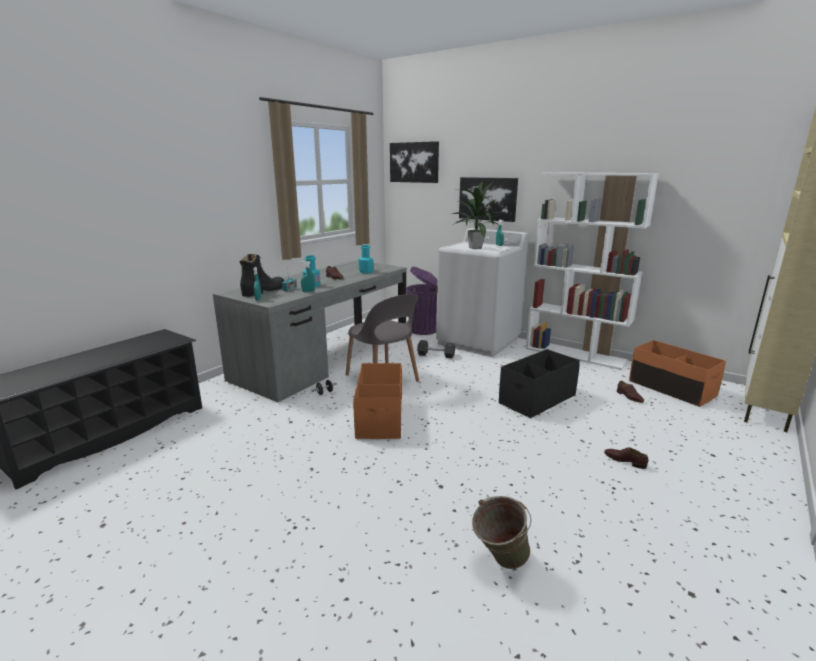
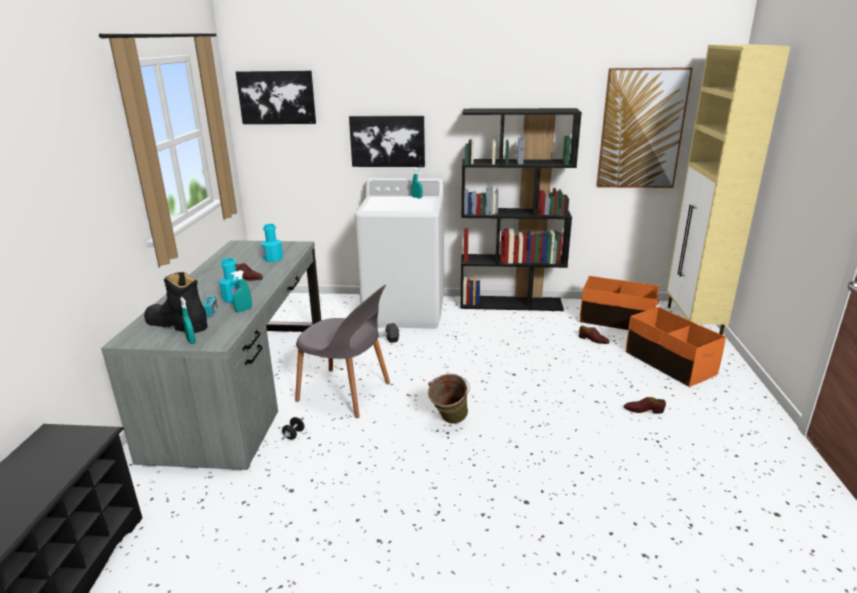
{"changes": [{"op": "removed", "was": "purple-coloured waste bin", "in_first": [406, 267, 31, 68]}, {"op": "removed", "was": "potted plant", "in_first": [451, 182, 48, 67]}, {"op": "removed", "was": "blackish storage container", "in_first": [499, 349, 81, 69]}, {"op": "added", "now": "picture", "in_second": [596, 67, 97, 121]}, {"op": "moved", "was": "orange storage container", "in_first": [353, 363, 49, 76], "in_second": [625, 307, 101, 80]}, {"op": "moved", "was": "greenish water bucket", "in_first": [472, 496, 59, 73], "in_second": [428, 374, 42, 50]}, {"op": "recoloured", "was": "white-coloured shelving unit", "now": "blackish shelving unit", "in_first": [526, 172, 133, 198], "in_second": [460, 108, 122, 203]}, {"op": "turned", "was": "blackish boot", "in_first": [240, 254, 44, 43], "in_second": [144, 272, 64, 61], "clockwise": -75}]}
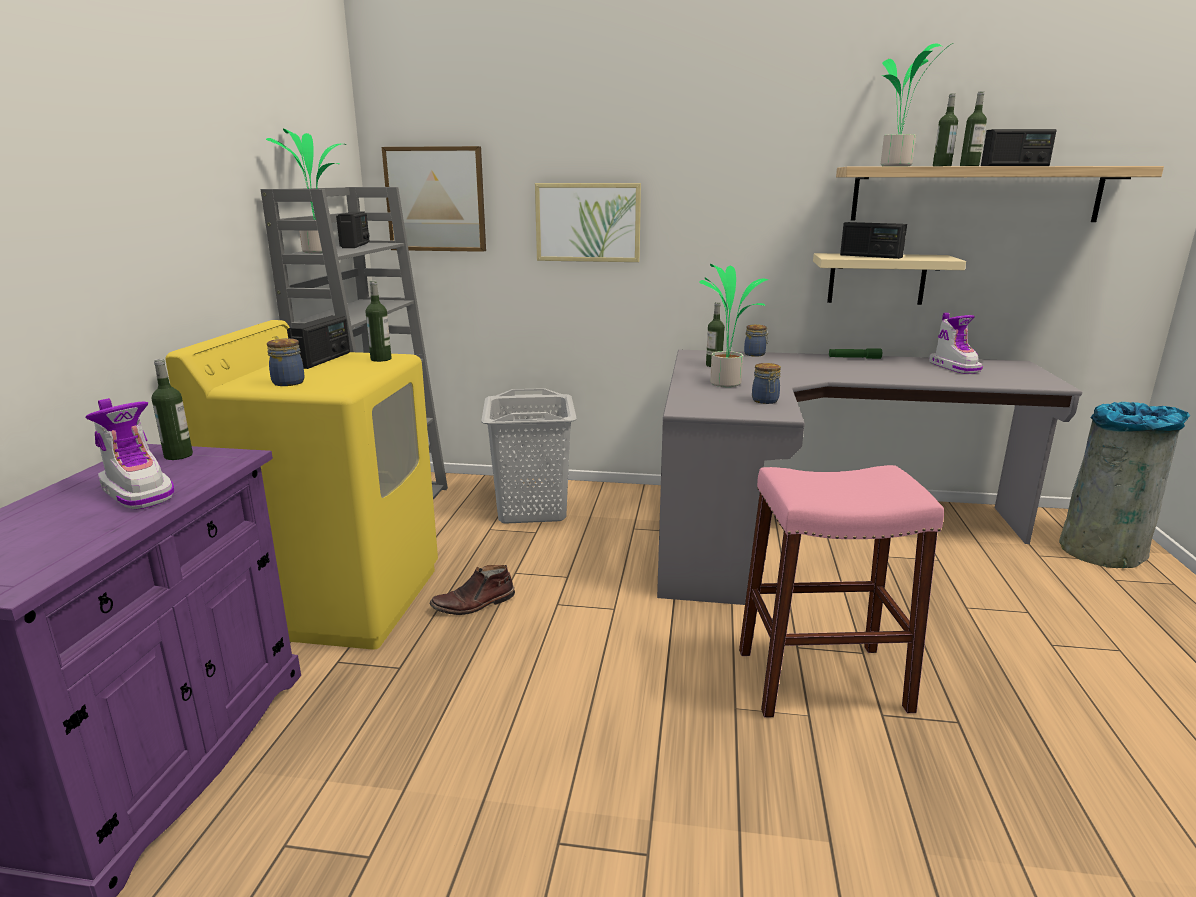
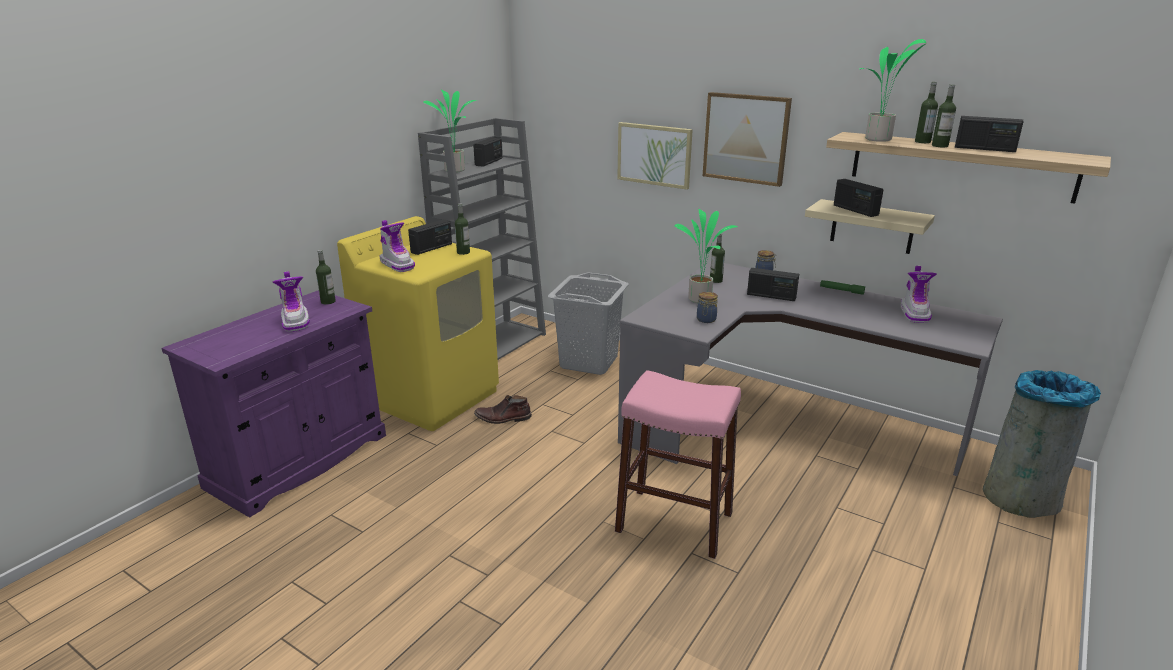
{"changes": [{"op": "added", "now": "radio receiver", "in_second": [747, 268, 52, 33]}, {"op": "moved", "was": "picture", "in_first": [382, 146, 104, 106], "in_second": [703, 92, 89, 95]}, {"op": "replaced", "was": "storage jar", "now": "boot", "in_first": [267, 338, 38, 48], "in_second": [379, 220, 36, 52]}]}
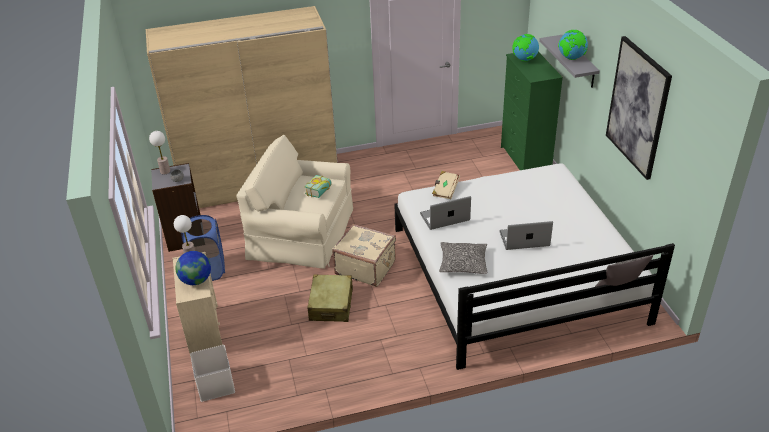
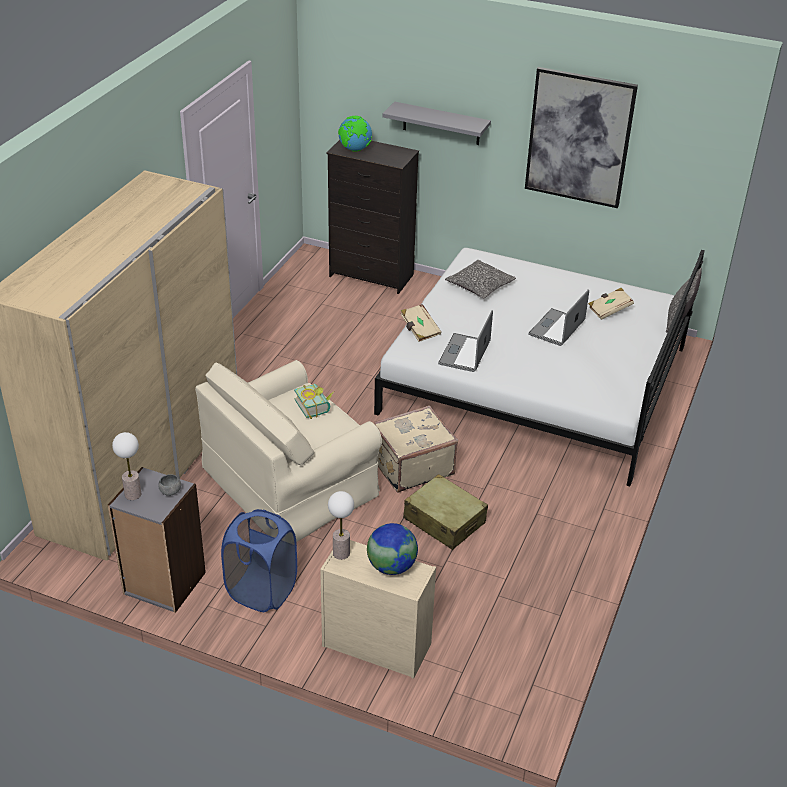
{"changes": [{"op": "removed", "was": "white-coloured storage container", "in_first": [190, 345, 45, 57]}, {"op": "removed", "was": "desk globe", "in_first": [558, 30, 30, 30]}, {"op": "added", "now": "sand-coloured bound book", "in_second": [588, 288, 46, 32]}, {"op": "moved", "was": "pillow", "in_first": [439, 242, 48, 32], "in_second": [445, 260, 71, 38]}, {"op": "recoloured", "was": "greenish dresser", "now": "blackish dresser", "in_first": [501, 52, 62, 118], "in_second": [326, 140, 93, 154]}]}
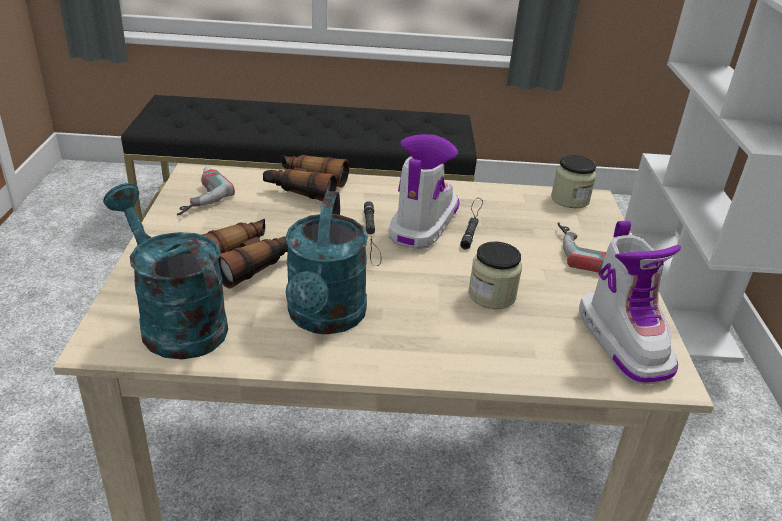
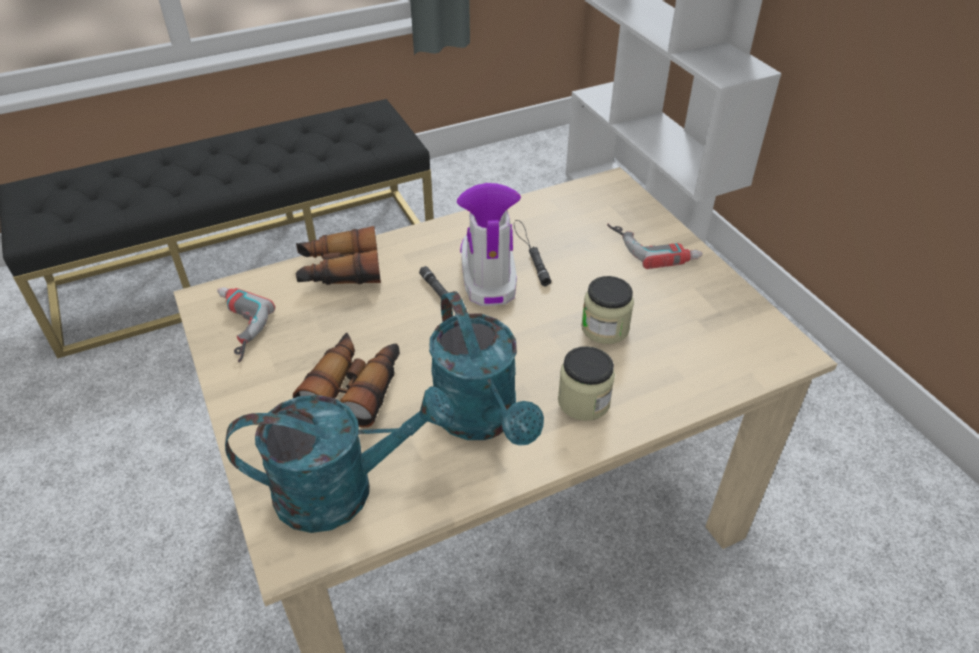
{"changes": [{"op": "removed", "was": "boot", "in_first": [579, 220, 102, 165]}, {"op": "moved", "was": "storage jar", "in_first": [551, 155, 45, 53], "in_second": [558, 346, 57, 75]}, {"op": "turned", "was": "turquoise watering pot", "in_first": [103, 183, 125, 177], "in_second": [225, 386, 229, 147], "clockwise": 150}]}
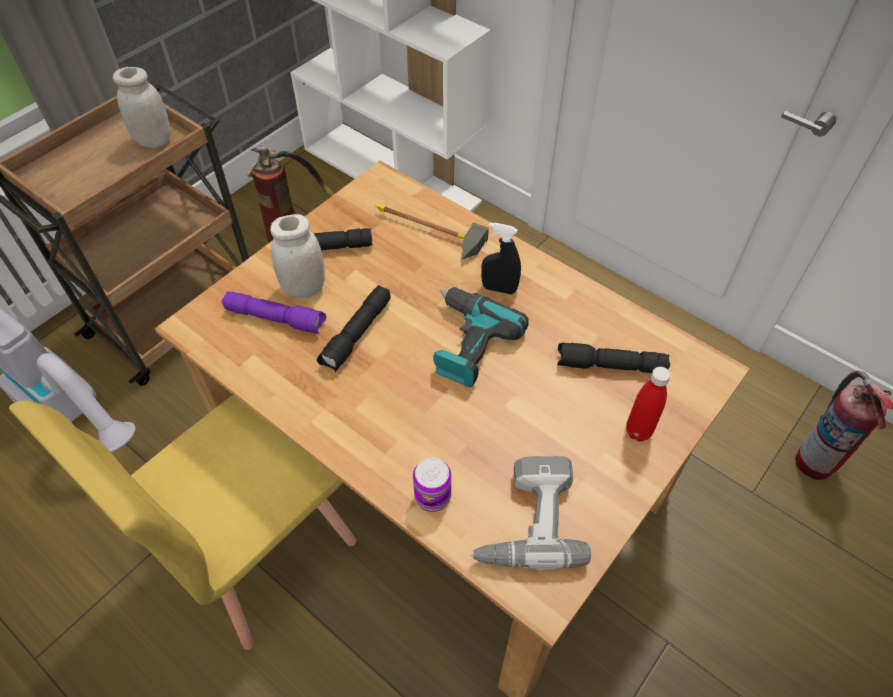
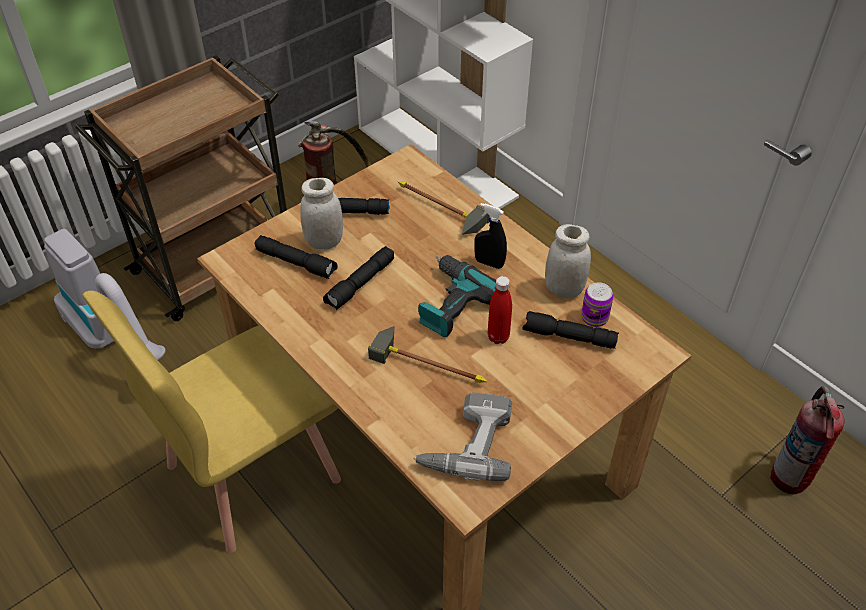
{"changes": [{"op": "added", "now": "hammer", "in_second": [368, 326, 120, 57]}, {"op": "moved", "was": "white-coloured storage jar", "in_first": [113, 67, 57, 81], "in_second": [545, 224, 46, 74]}, {"op": "moved", "was": "sealed can", "in_first": [413, 458, 38, 54], "in_second": [581, 282, 33, 45]}, {"op": "moved", "was": "red-coloured beverage bottle", "in_first": [626, 367, 45, 74], "in_second": [488, 276, 24, 68]}, {"op": "recoloured", "was": "purple-coloured torch", "now": "blackish torch", "in_first": [222, 291, 104, 43], "in_second": [255, 235, 83, 44]}]}
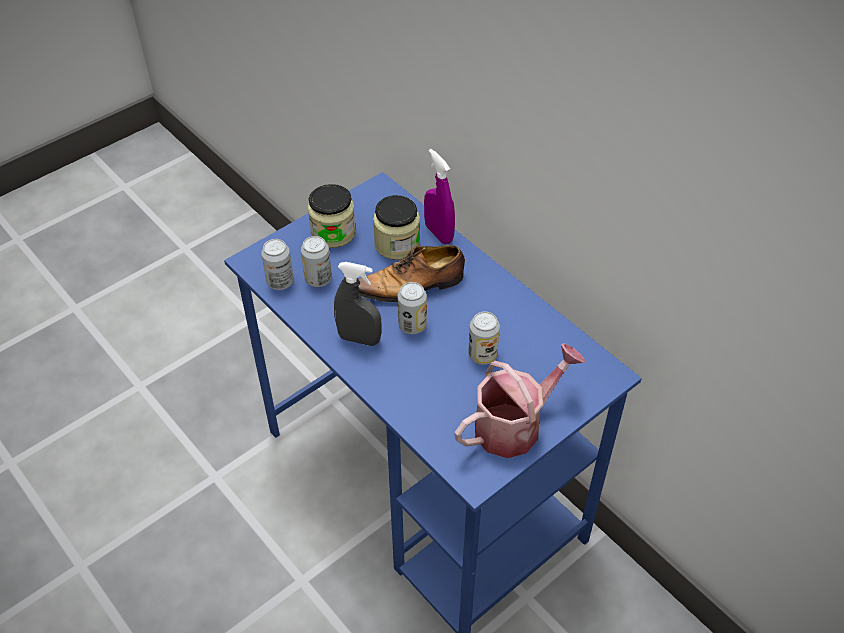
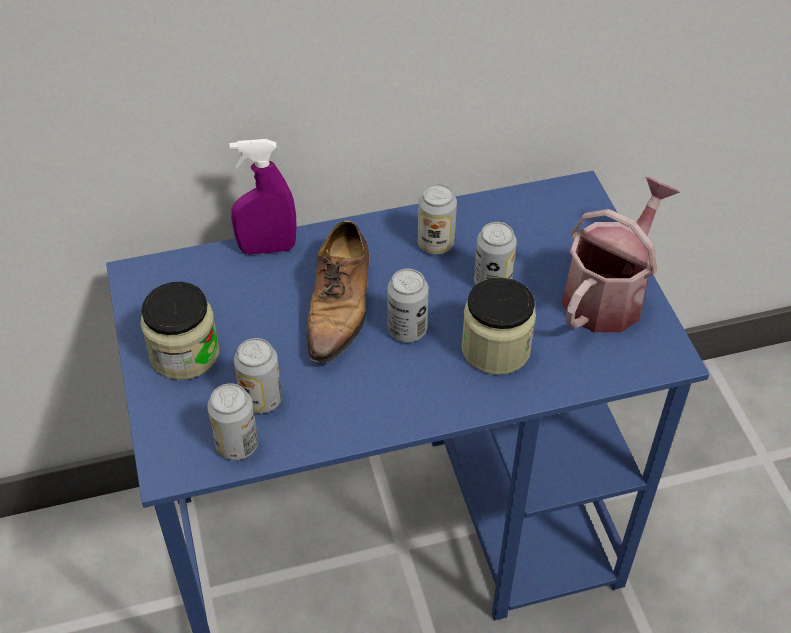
{"changes": [{"op": "removed", "was": "grey spray bottle", "in_first": [334, 262, 47, 84]}, {"op": "added", "now": "sealed can", "in_second": [418, 184, 39, 71]}, {"op": "moved", "was": "storage jar", "in_first": [373, 195, 47, 65], "in_second": [461, 277, 75, 98]}, {"op": "turned", "was": "watering pot", "in_first": [455, 343, 130, 115], "in_second": [561, 177, 119, 156], "clockwise": 45}]}
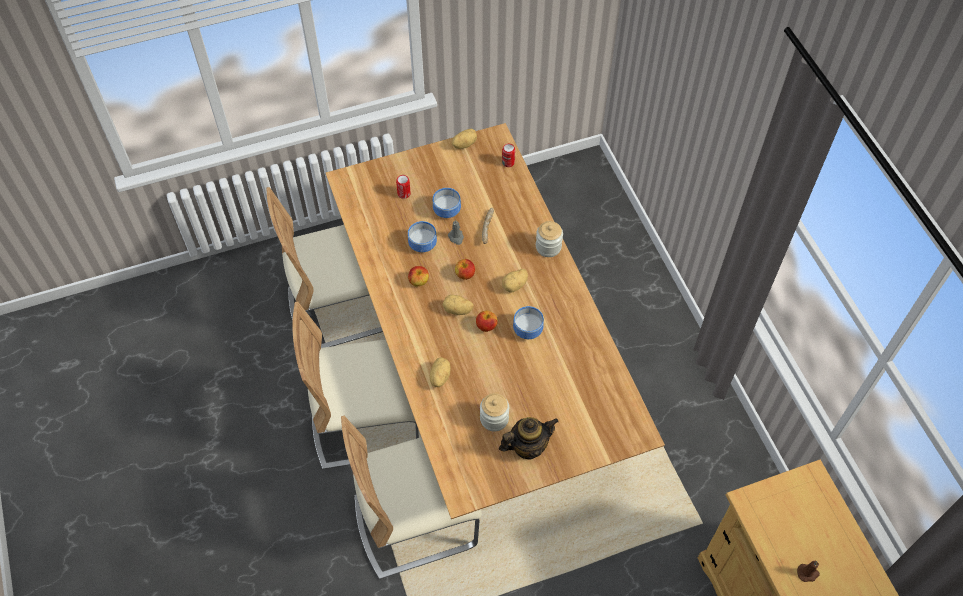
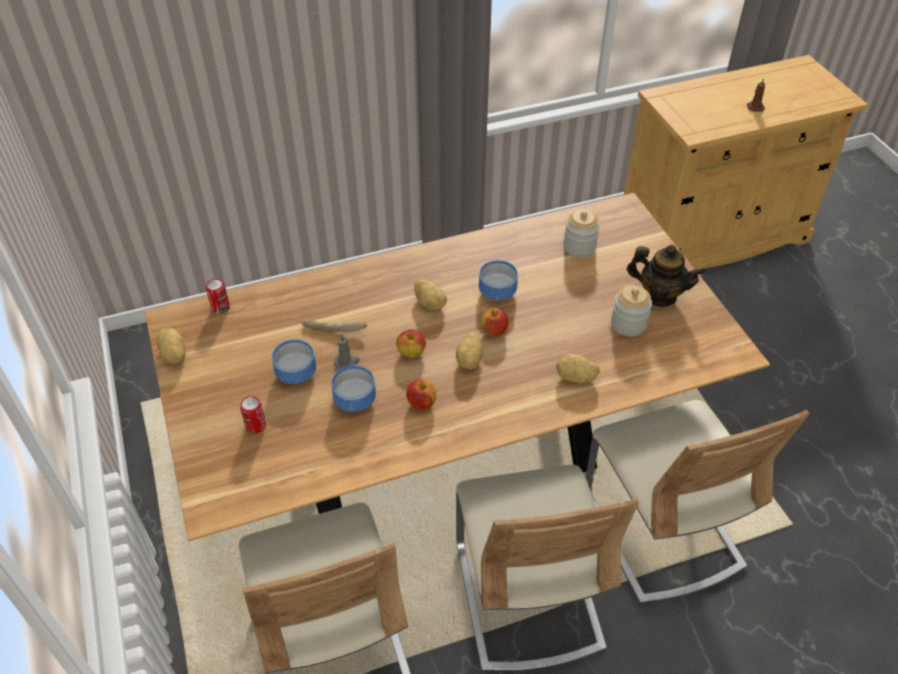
{"changes": [{"op": "moved", "was": "storage jar", "in_first": [536, 221, 27, 36], "in_second": [563, 210, 37, 47]}, {"op": "turned", "was": "tea pot", "in_first": [499, 417, 60, 43], "in_second": [627, 244, 78, 63], "clockwise": 135}]}
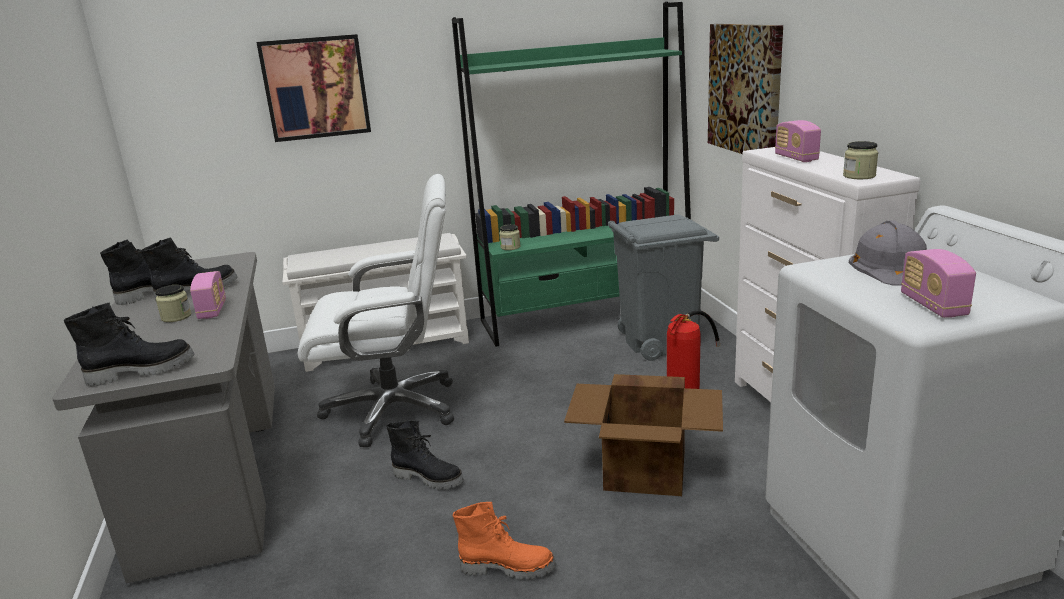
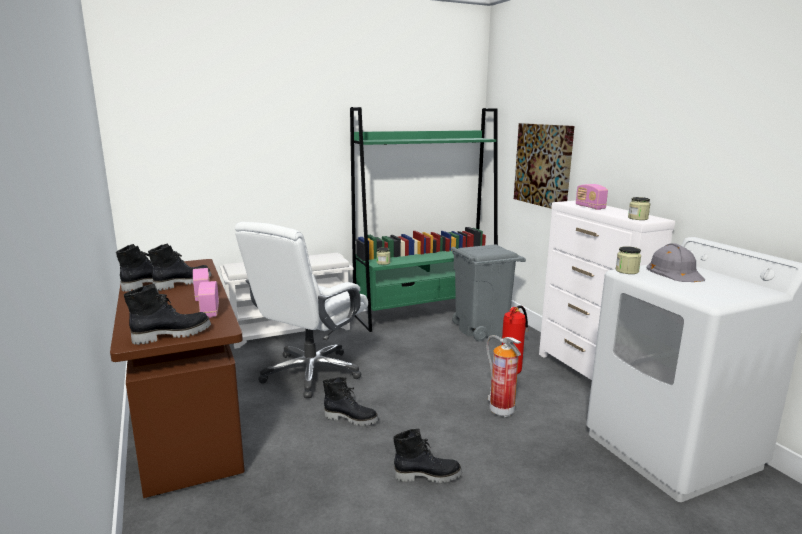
{"changes": [{"op": "removed", "was": "picture", "in_first": [256, 34, 115, 108]}, {"op": "moved", "was": "storage jar", "in_first": [155, 285, 36, 37], "in_second": [616, 246, 25, 28]}, {"op": "moved", "was": "radio receiver", "in_first": [901, 249, 75, 69], "in_second": [198, 281, 21, 37]}, {"op": "replaced", "was": "cardboard box", "now": "fire-fighting cylinder", "in_first": [564, 374, 159, 122], "in_second": [486, 335, 35, 82]}, {"op": "recoloured", "was": "grey desk", "now": "brown desk", "in_first": [52, 252, 223, 332], "in_second": [110, 259, 135, 239]}, {"op": "recoloured", "was": "orange boot", "now": "blackish boot", "in_first": [453, 502, 103, 78], "in_second": [394, 428, 68, 55]}, {"op": "turned", "was": "white-coloured desk chair", "in_first": [298, 174, 156, 273], "in_second": [235, 222, 133, 176], "clockwise": 135}]}
